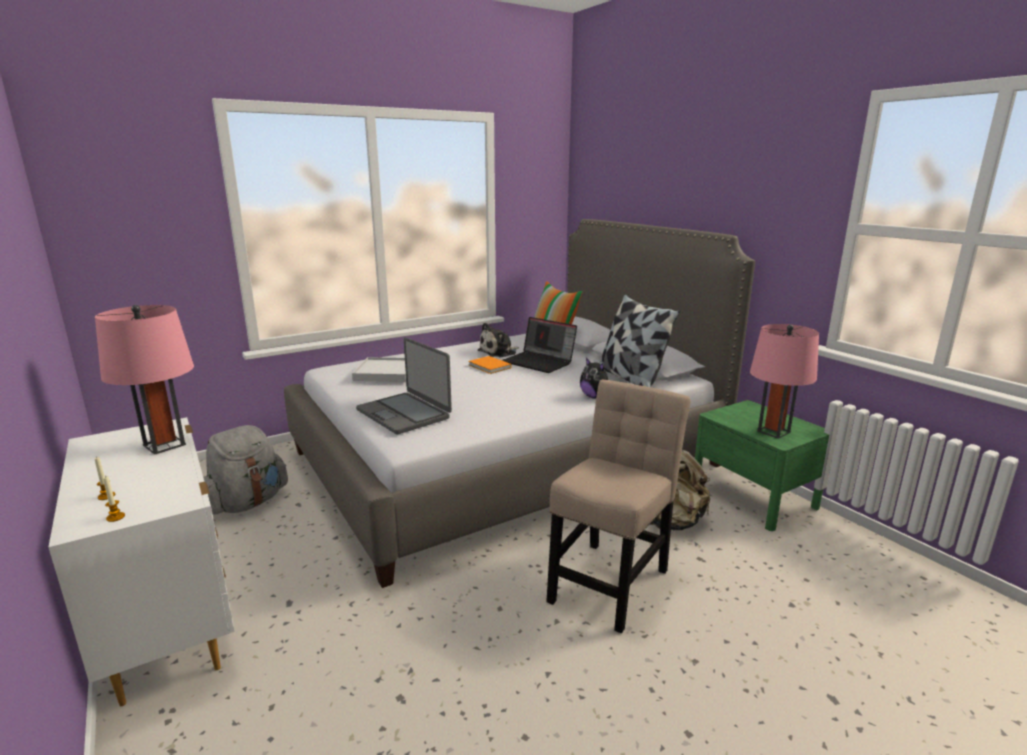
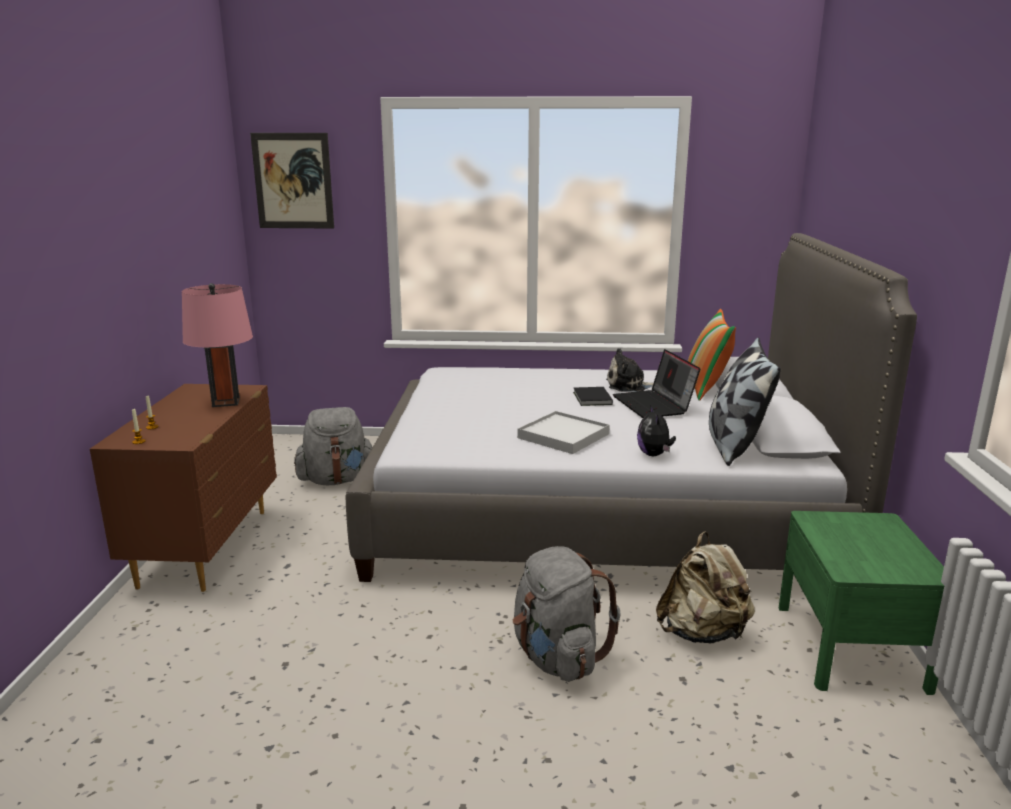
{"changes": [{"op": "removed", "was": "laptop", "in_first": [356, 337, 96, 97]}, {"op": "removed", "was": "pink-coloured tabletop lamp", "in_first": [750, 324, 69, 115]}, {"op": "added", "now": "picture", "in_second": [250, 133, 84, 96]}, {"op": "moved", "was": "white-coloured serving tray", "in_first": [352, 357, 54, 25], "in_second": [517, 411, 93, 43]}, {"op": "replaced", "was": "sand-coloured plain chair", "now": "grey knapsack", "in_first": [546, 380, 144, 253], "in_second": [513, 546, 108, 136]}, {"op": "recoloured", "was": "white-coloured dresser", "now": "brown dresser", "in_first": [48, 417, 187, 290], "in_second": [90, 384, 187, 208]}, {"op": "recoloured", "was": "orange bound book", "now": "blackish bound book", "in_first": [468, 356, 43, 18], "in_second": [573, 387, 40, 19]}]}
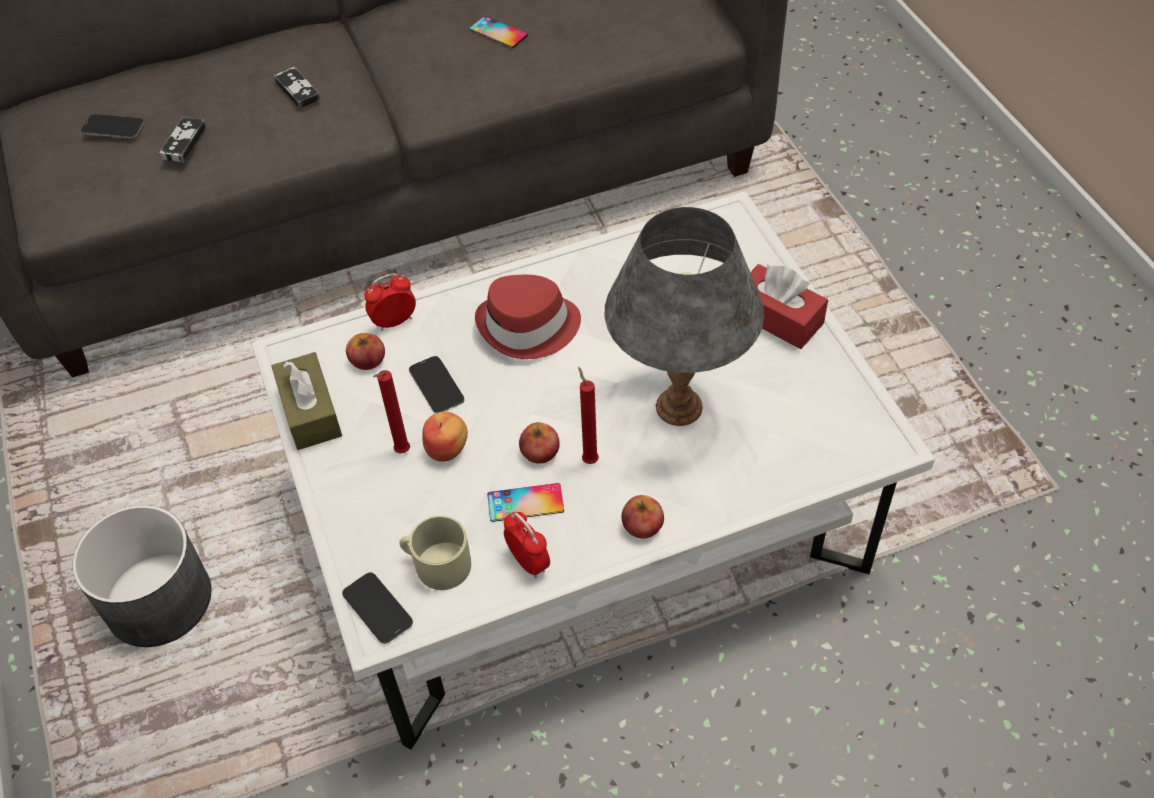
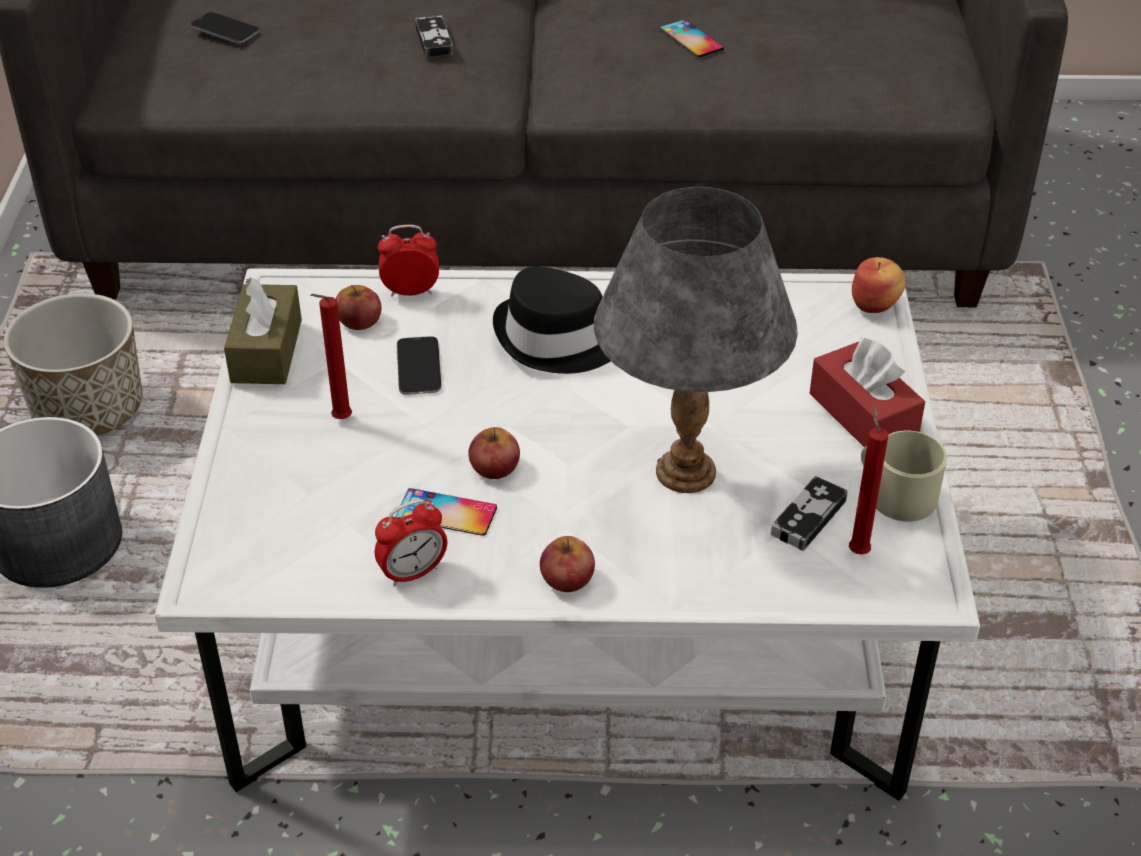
{"changes": [{"op": "removed", "was": "telephone", "in_first": [342, 572, 71, 72]}, {"op": "added", "now": "planter", "in_second": [4, 293, 138, 143]}, {"op": "moved", "was": "joypad", "in_first": [159, 117, 47, 46], "in_second": [771, 476, 77, 75]}, {"op": "moved", "was": "sand-coloured coffee mug", "in_first": [399, 516, 72, 74], "in_second": [861, 431, 86, 91]}, {"op": "moved", "was": "apple fruit", "in_first": [422, 412, 46, 50], "in_second": [852, 257, 54, 56]}, {"op": "moved", "was": "red-coloured wax candle", "in_first": [578, 366, 21, 98], "in_second": [849, 406, 39, 149]}, {"op": "recoloured", "was": "red-coloured hat", "now": "blackish hat", "in_first": [475, 275, 106, 84], "in_second": [493, 267, 118, 107]}, {"op": "turned", "was": "table clock", "in_first": [504, 511, 46, 67], "in_second": [375, 499, 72, 88], "clockwise": 75}]}
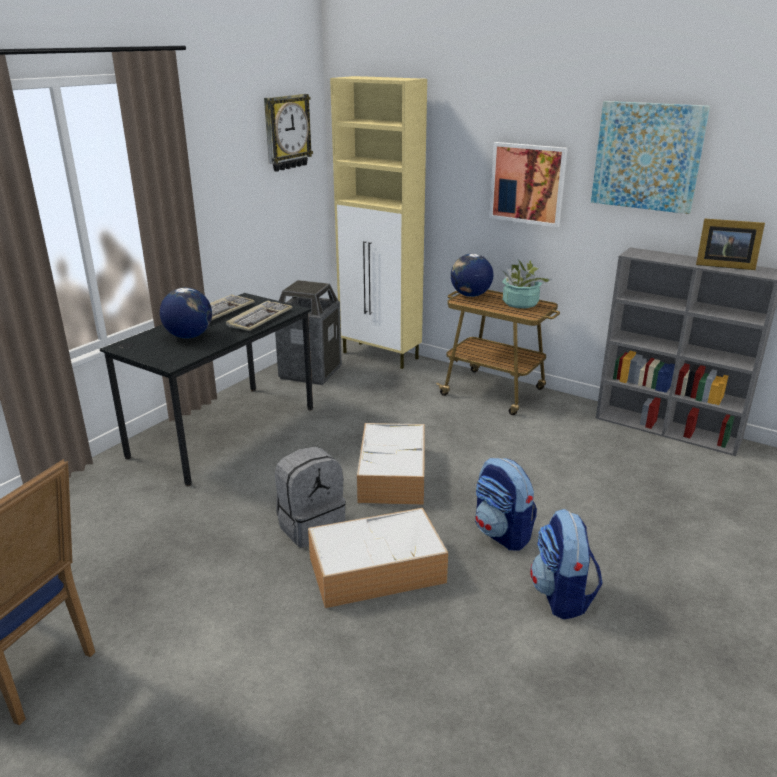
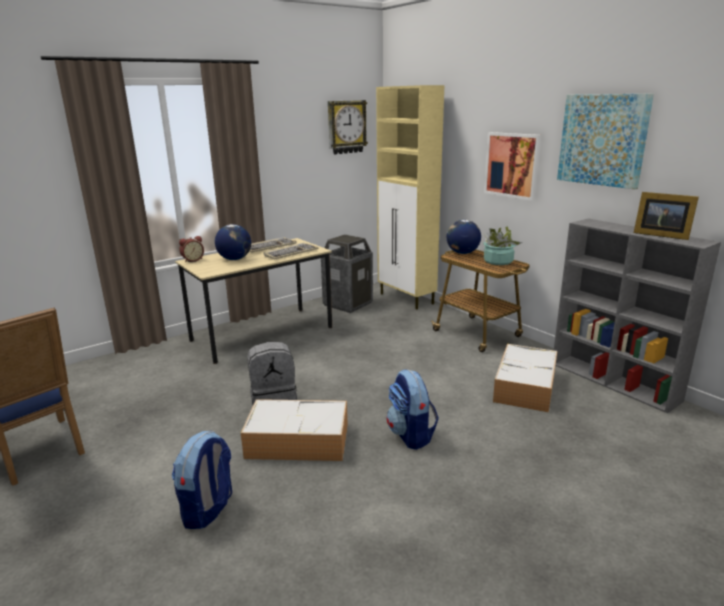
{"changes": [{"op": "added", "now": "table clock", "in_second": [179, 236, 25, 26]}, {"op": "moved", "was": "storage container", "in_first": [357, 423, 67, 82], "in_second": [493, 344, 64, 69]}, {"op": "moved", "was": "knapsack", "in_first": [530, 509, 73, 110], "in_second": [172, 431, 60, 98]}, {"op": "recoloured", "was": "blackish desk", "now": "sand-coloured desk", "in_first": [100, 293, 213, 193], "in_second": [175, 238, 157, 126]}]}
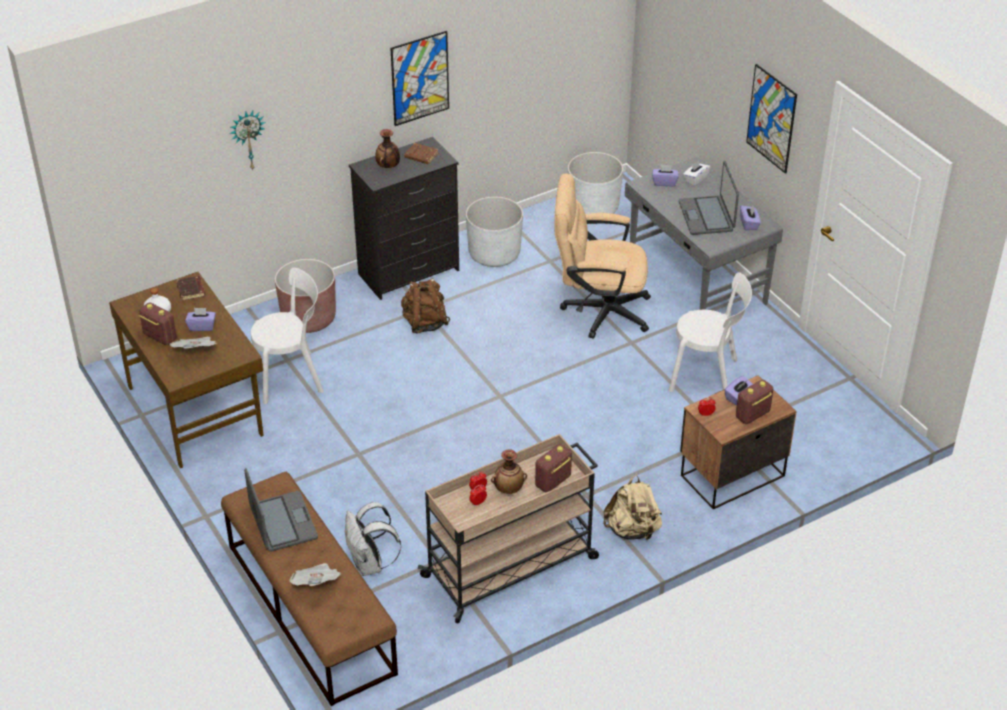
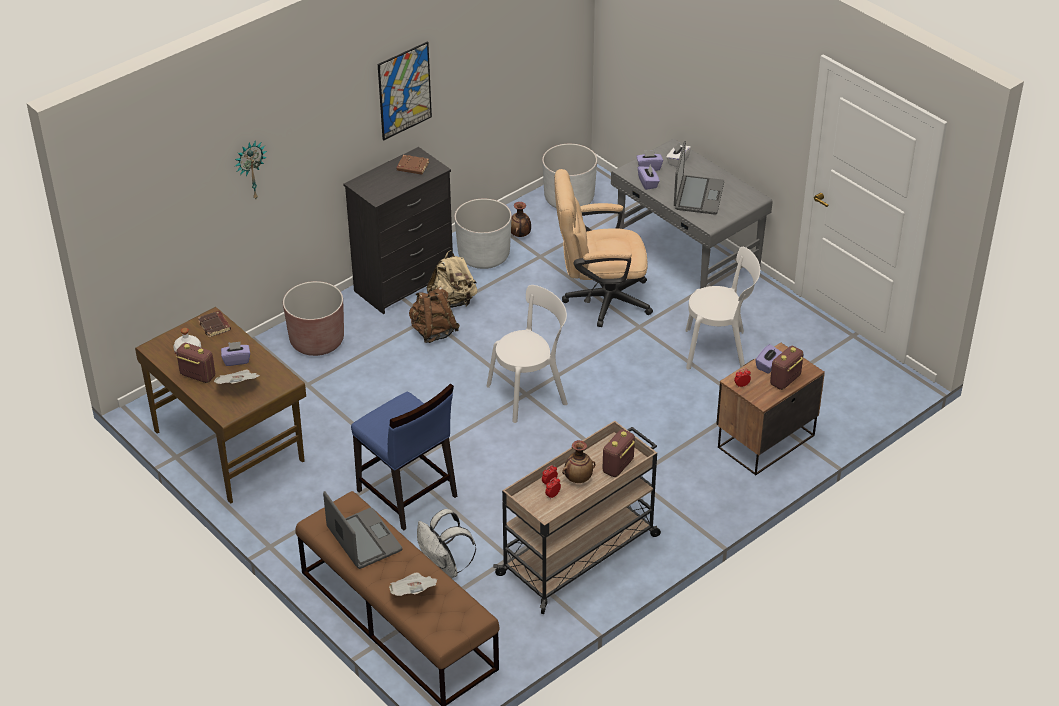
{"changes": [{"op": "removed", "was": "picture", "in_first": [746, 64, 51, 110]}, {"op": "added", "now": "blue plain chair", "in_second": [351, 383, 106, 148]}, {"op": "moved", "was": "white-coloured plain chair", "in_first": [251, 268, 73, 136], "in_second": [487, 285, 81, 138]}, {"op": "moved", "was": "vase", "in_first": [375, 129, 25, 39], "in_second": [511, 202, 20, 35]}, {"op": "moved", "was": "sand-coloured knapsack", "in_first": [603, 475, 60, 66], "in_second": [427, 250, 51, 58]}, {"op": "moved", "was": "purple-coloured box of tissues", "in_first": [740, 206, 21, 24], "in_second": [638, 165, 22, 25]}, {"op": "turned", "was": "laptop", "in_first": [679, 161, 60, 74], "in_second": [674, 141, 50, 74], "clockwise": -150}]}
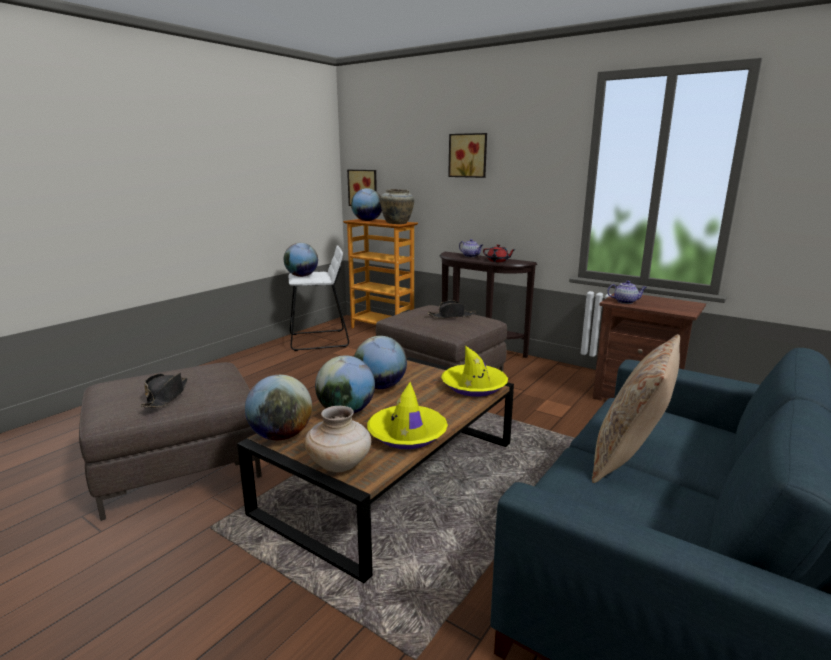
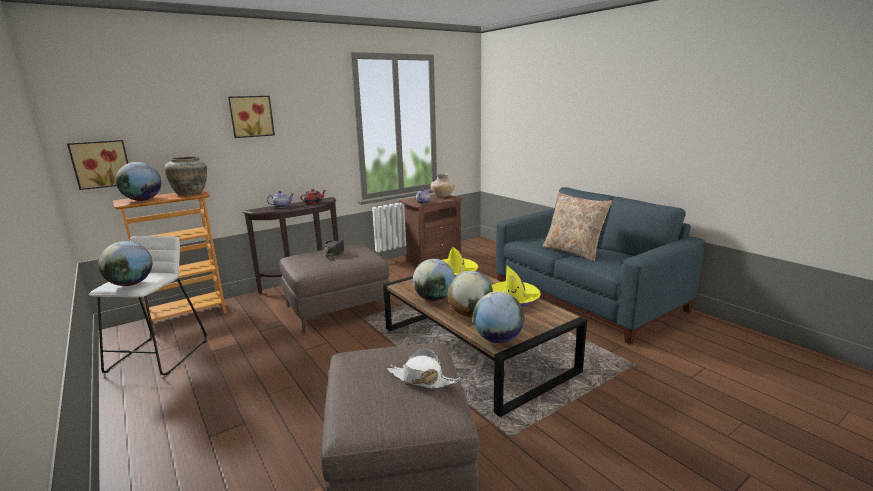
{"changes": [{"op": "moved", "was": "sand-coloured vase", "in_first": [305, 406, 66, 66], "in_second": [431, 173, 24, 24]}, {"op": "recoloured", "was": "blackish hat", "now": "white-coloured hat", "in_first": [140, 373, 47, 35], "in_second": [387, 348, 74, 41]}]}
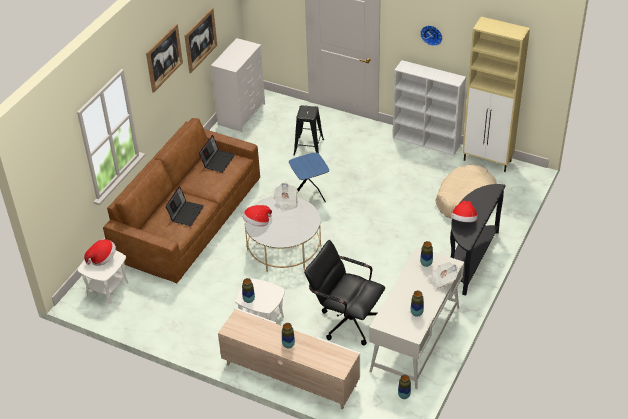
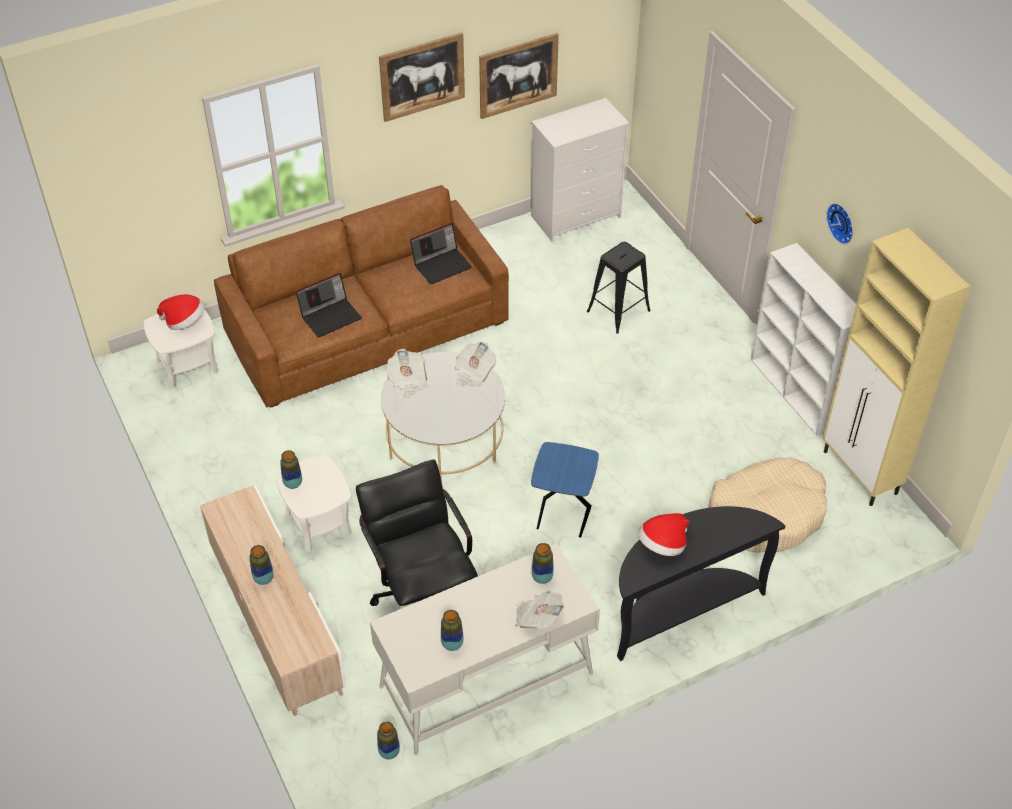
{"changes": [{"op": "moved", "was": "blue accent table", "in_first": [289, 152, 40, 50], "in_second": [531, 442, 68, 96]}, {"op": "replaced", "was": "hat", "now": "daily paper", "in_first": [242, 205, 30, 21], "in_second": [387, 349, 41, 49]}]}
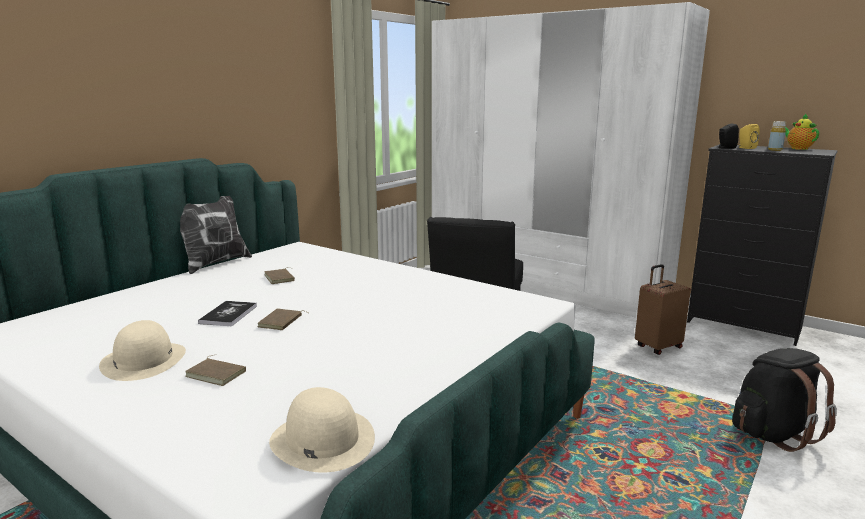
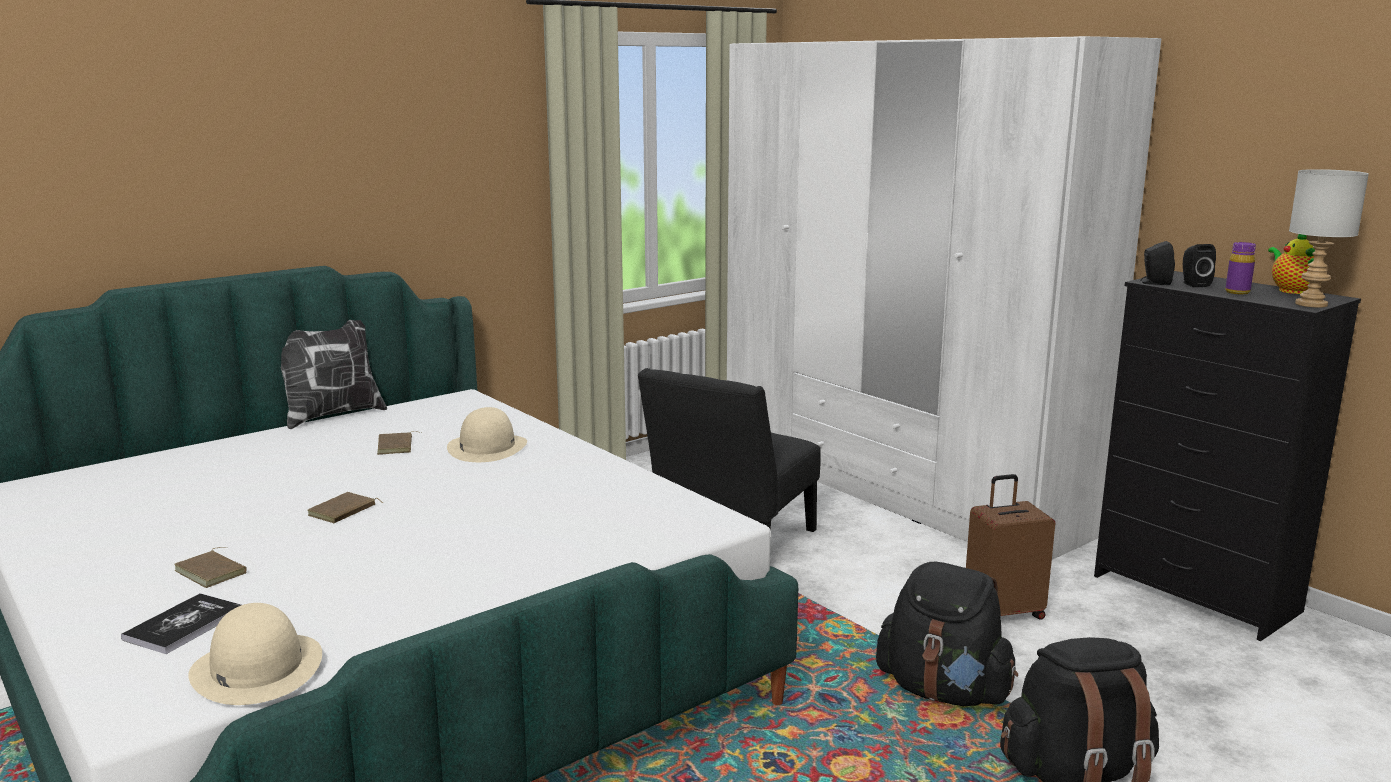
{"changes": [{"op": "added", "now": "blackish knapsack", "in_second": [876, 562, 142, 144]}, {"op": "added", "now": "grey tabletop lamp", "in_second": [1289, 169, 80, 139]}, {"op": "moved", "was": "sand-coloured hat", "in_first": [99, 320, 87, 61], "in_second": [447, 407, 80, 55]}, {"op": "moved", "was": "bound book", "in_first": [198, 301, 59, 25], "in_second": [121, 593, 120, 61]}, {"op": "recoloured", "was": "yellowish speaker", "now": "blackish speaker", "in_first": [738, 124, 22, 25], "in_second": [1183, 244, 33, 43]}, {"op": "recoloured", "was": "yellowish beverage bottle", "now": "purple-coloured beverage bottle", "in_first": [768, 121, 18, 30], "in_second": [1225, 242, 31, 52]}]}
